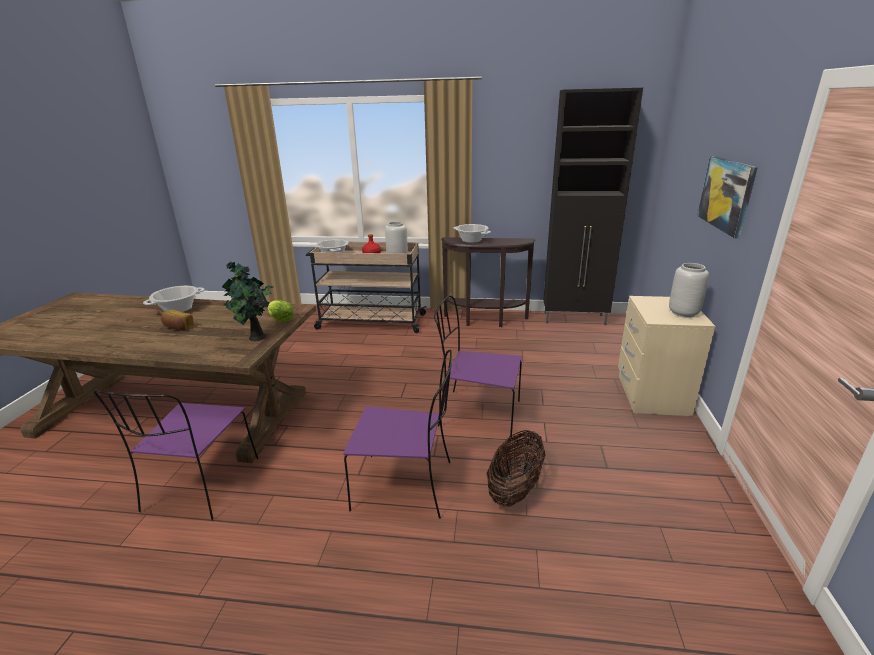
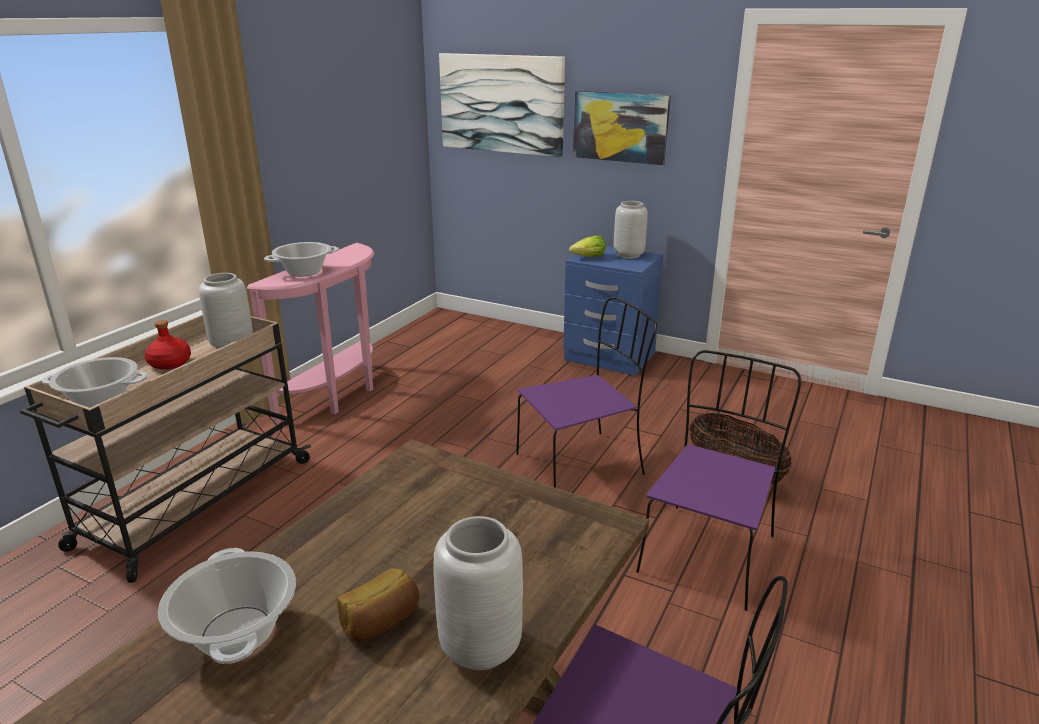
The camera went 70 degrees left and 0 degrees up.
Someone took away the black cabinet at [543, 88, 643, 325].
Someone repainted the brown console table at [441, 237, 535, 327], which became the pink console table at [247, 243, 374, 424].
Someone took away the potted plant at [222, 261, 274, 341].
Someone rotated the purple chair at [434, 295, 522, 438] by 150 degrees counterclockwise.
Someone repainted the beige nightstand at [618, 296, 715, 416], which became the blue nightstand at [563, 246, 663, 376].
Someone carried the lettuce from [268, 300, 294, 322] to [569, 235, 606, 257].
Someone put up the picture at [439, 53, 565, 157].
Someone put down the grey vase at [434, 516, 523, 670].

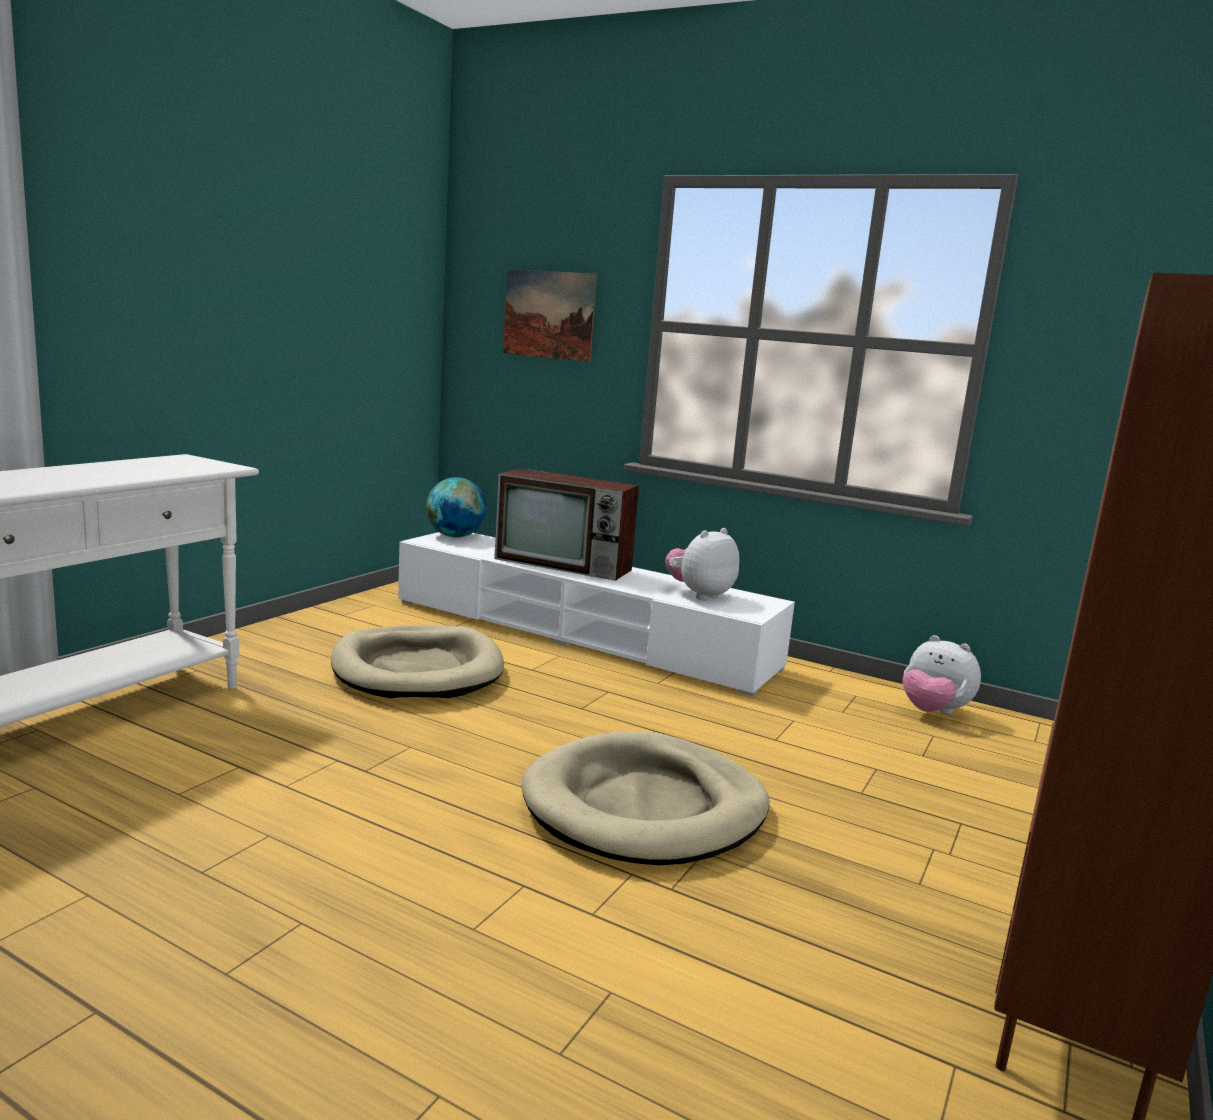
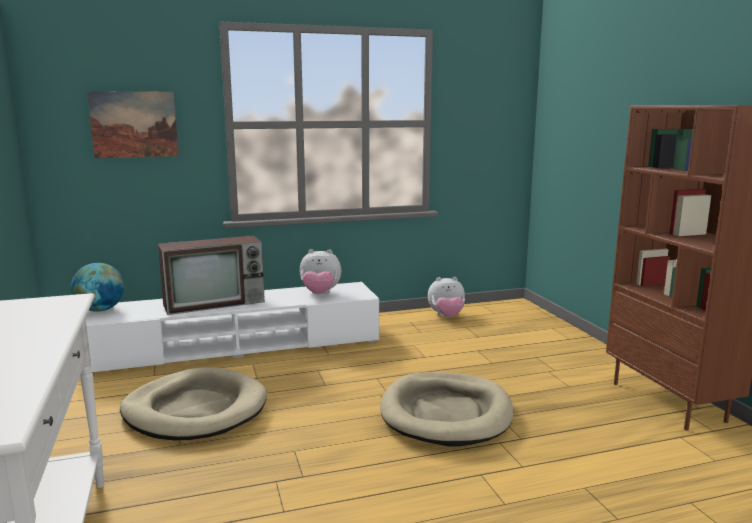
The camera went 45 degrees left and 0 degrees up.
Someone rotated the plush toy at [665, 528, 740, 600] by 90 degrees counterclockwise.

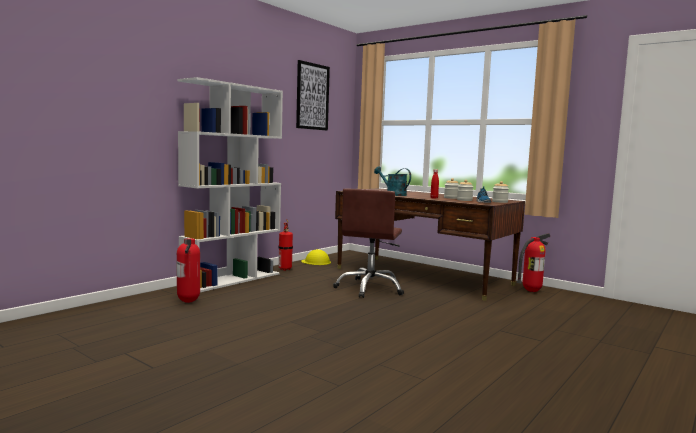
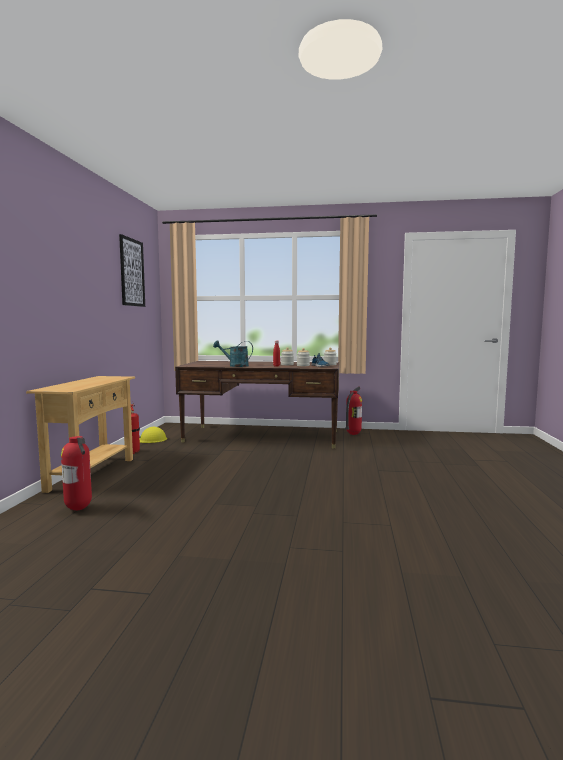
The camera went 30 degrees left and 0 degrees up.
Someone swapped the white bookcase at [178, 77, 283, 292] for the beige console table at [26, 376, 135, 493].
Someone took away the brown office chair at [333, 189, 404, 298].

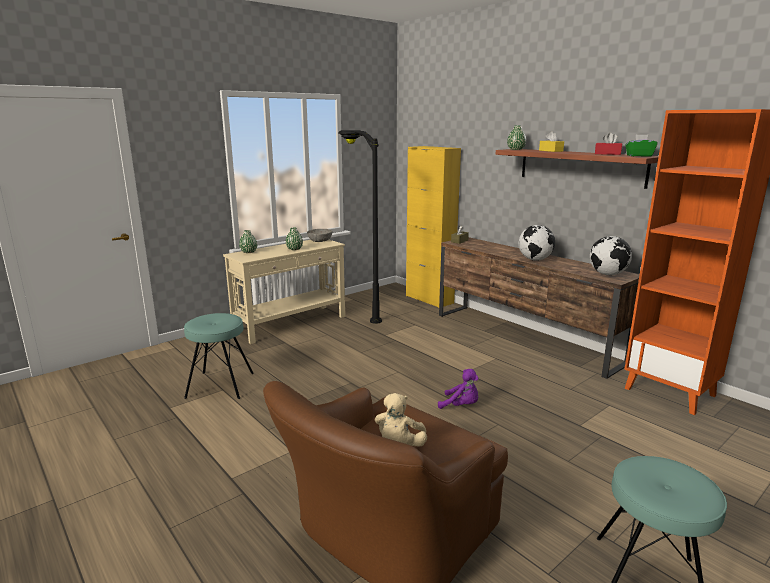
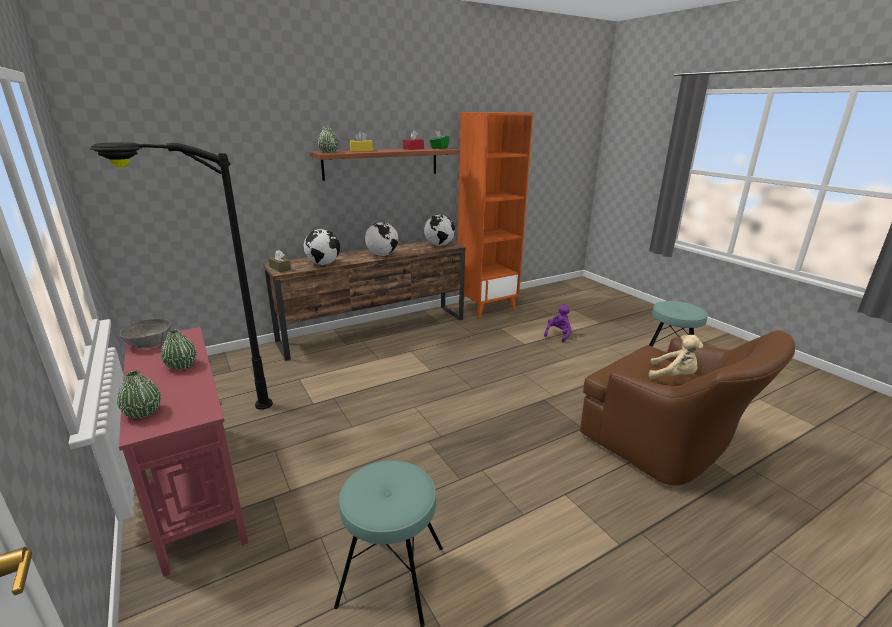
The camera went 80 degrees left and 5 degrees up.
Someone took away the yellow cabinet at [406, 146, 461, 308].
Someone repainted the beige console table at [223, 239, 345, 344], which became the red console table at [119, 327, 248, 577].
Someone carried the purple plush toy from [438, 369, 479, 409] to [544, 304, 571, 342].
Someone put down the globe at [304, 229, 340, 265].

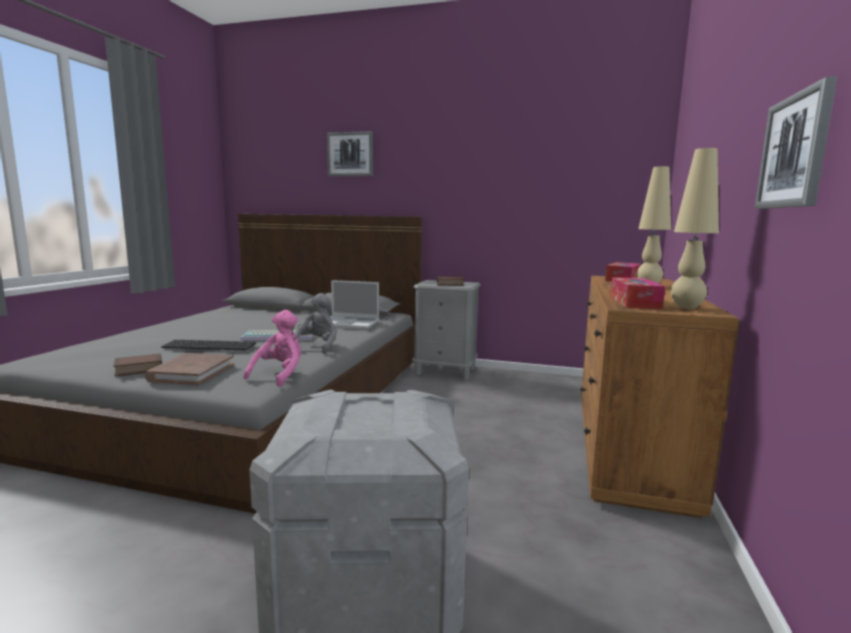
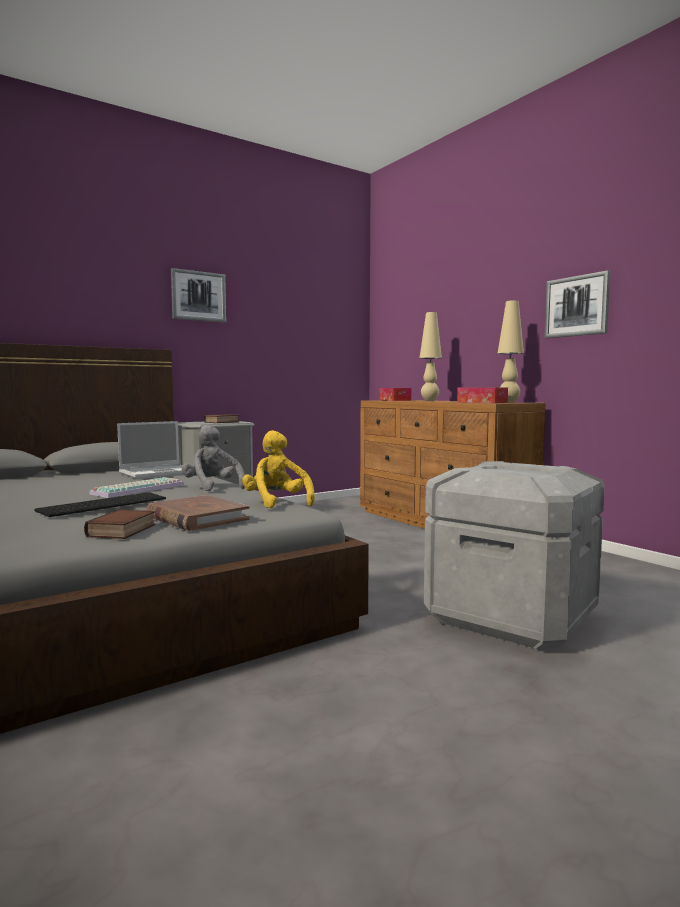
The camera went 50 degrees left and 5 degrees down.
Someone carried the picture from [327, 131, 373, 176] to [171, 268, 226, 322].
Someone repainted the pink plush toy at [243, 310, 301, 387], which became the yellow plush toy at [242, 430, 315, 509].

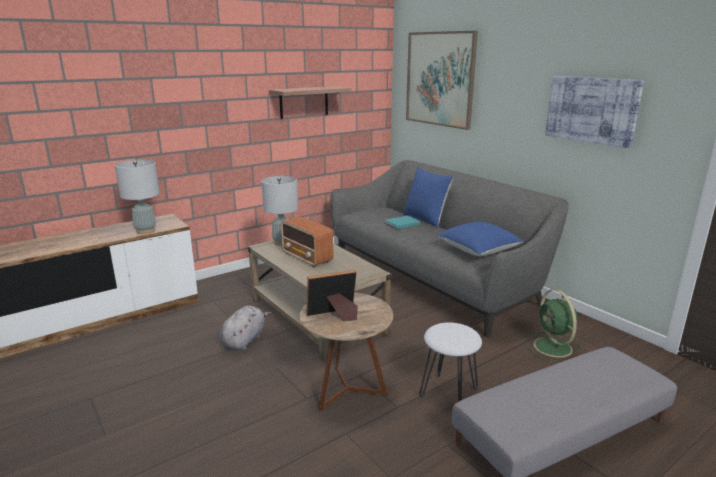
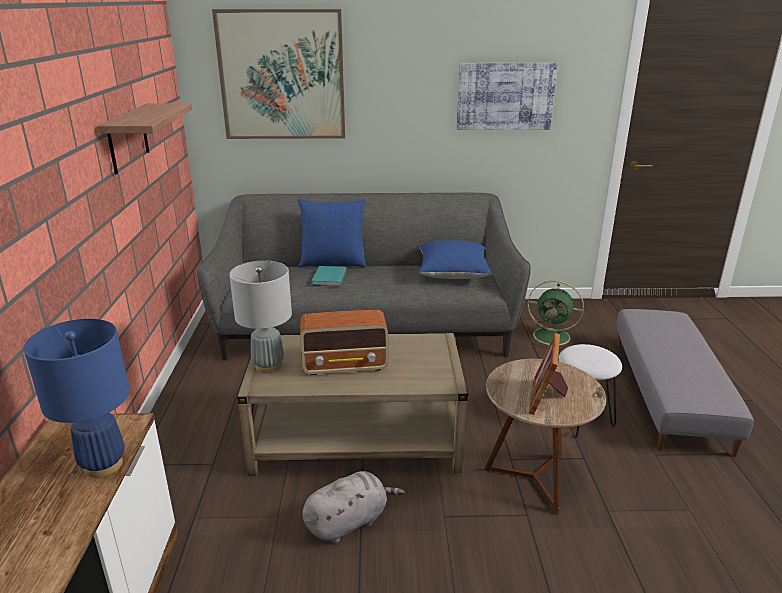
The camera went 55 degrees left and 5 degrees up.
Someone repainted the grey table lamp at [115, 160, 160, 234], which became the blue table lamp at [23, 319, 130, 478].
Someone rotated the grey plush toy at [220, 306, 271, 350] by 90 degrees clockwise.

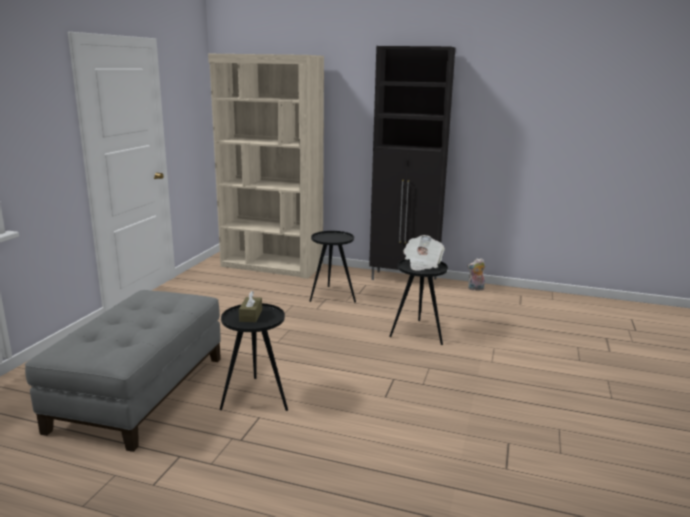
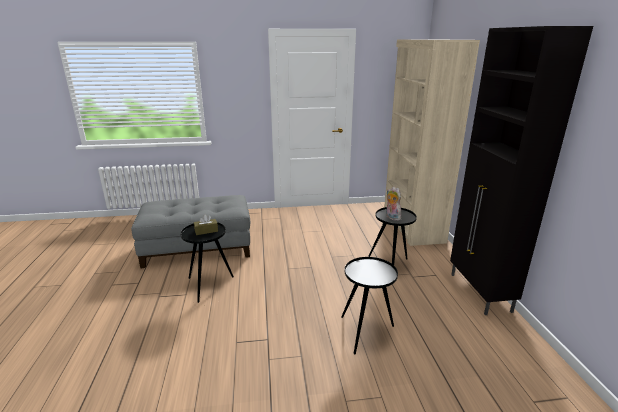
The camera went 65 degrees right and 5 degrees up.
Someone took away the newspaper at [403, 235, 445, 271].
Someone carried the plush toy from [467, 258, 485, 290] to [386, 186, 401, 221].

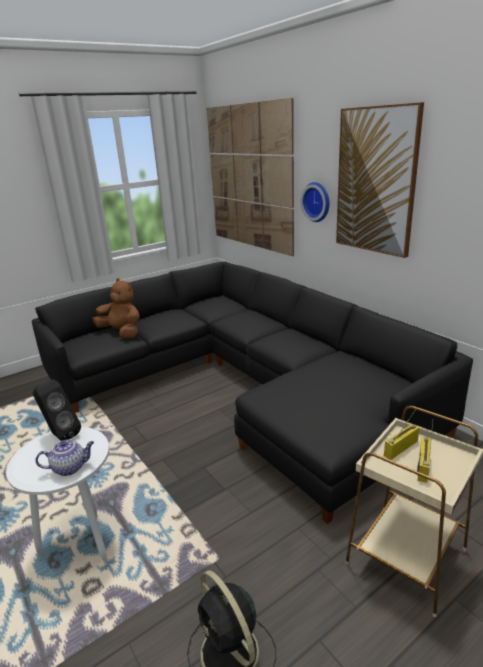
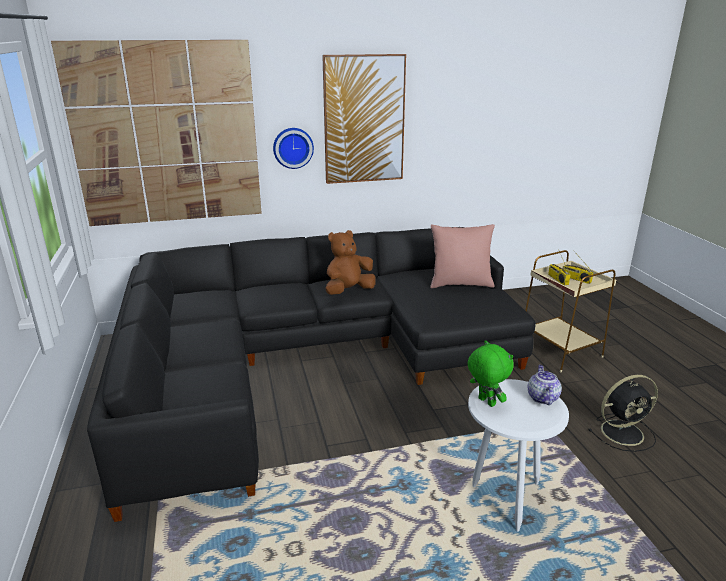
The camera went 70 degrees left and 0 degrees up.
Someone carried the brown plush toy from [92, 278, 140, 338] to [326, 230, 376, 295].
Someone swapped the black speaker at [33, 379, 81, 441] for the green plush toy at [468, 340, 514, 407].
Someone put down the pink pillow at [430, 224, 495, 288].

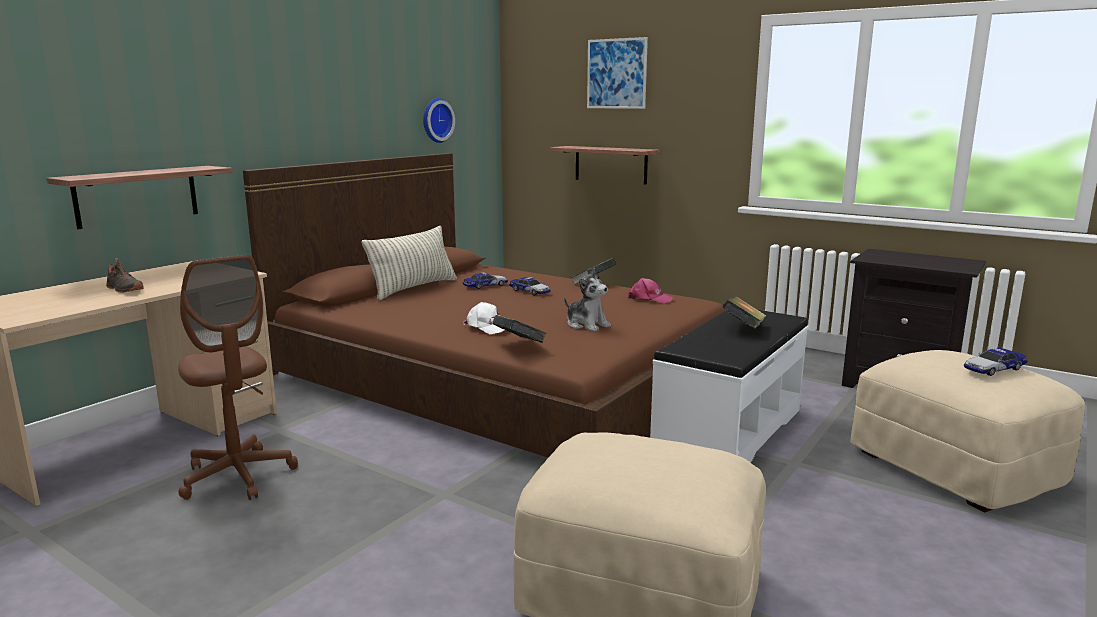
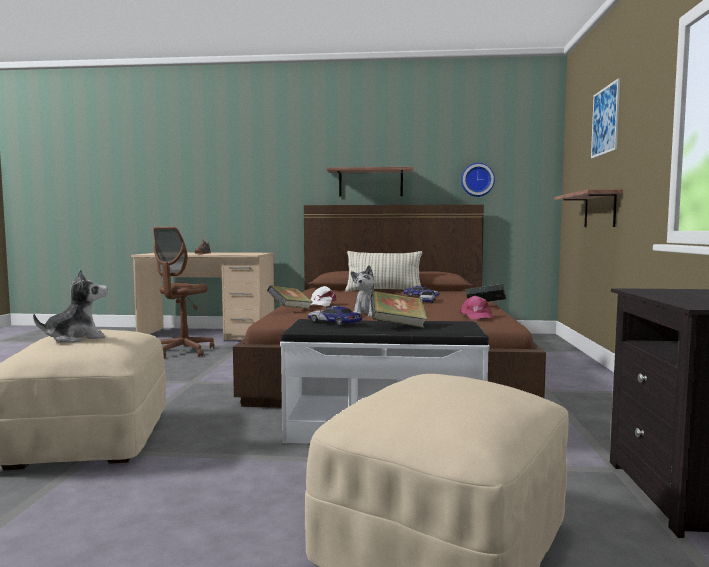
The camera went 60 degrees right and 10 degrees down.
Someone carried the shelf from [46, 166, 233, 229] to [326, 167, 414, 197].
Someone carried the toy car from [964, 348, 1028, 376] to [307, 305, 362, 325].
Someone put down the plush toy at [33, 269, 108, 343].

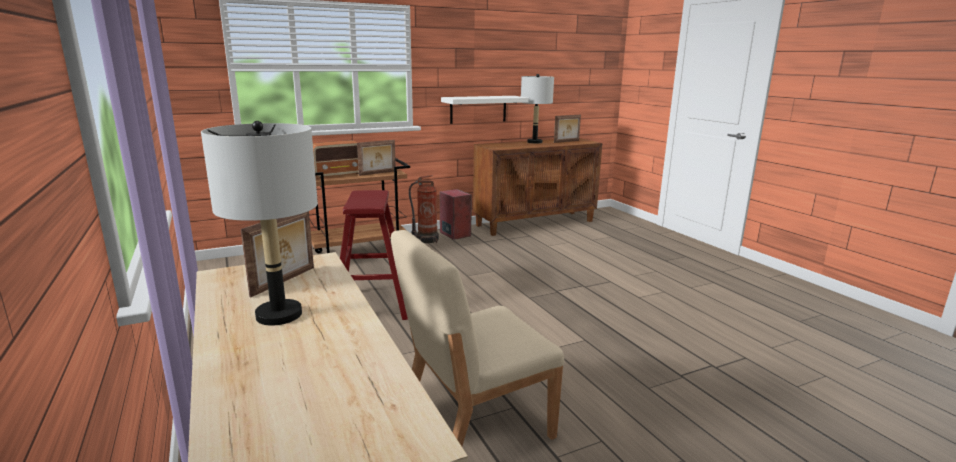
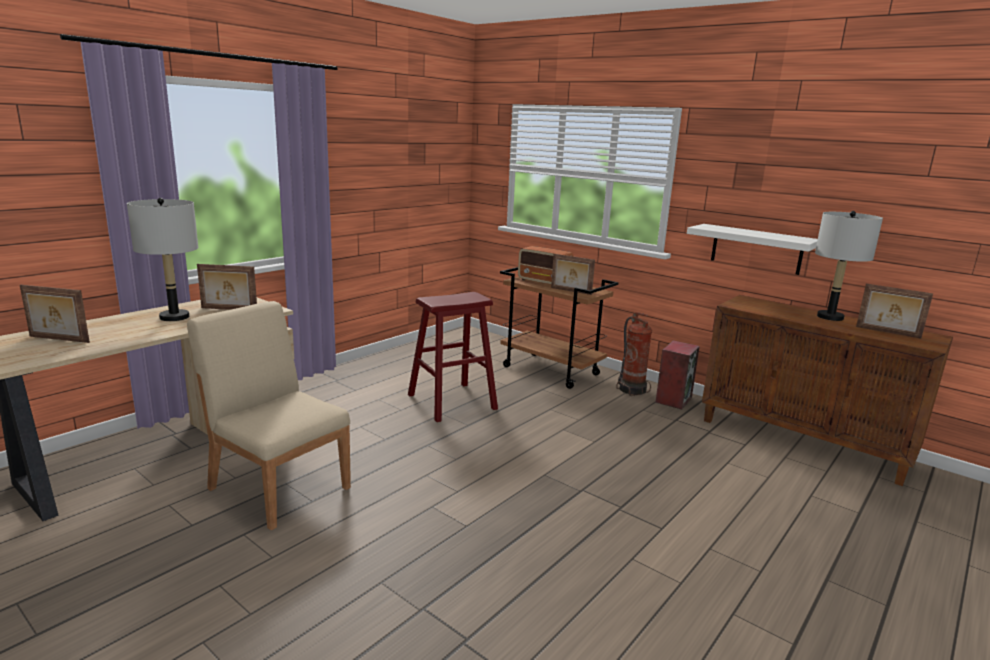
The camera went 65 degrees right and 0 degrees up.
Someone put down the picture frame at [20, 285, 90, 343].

